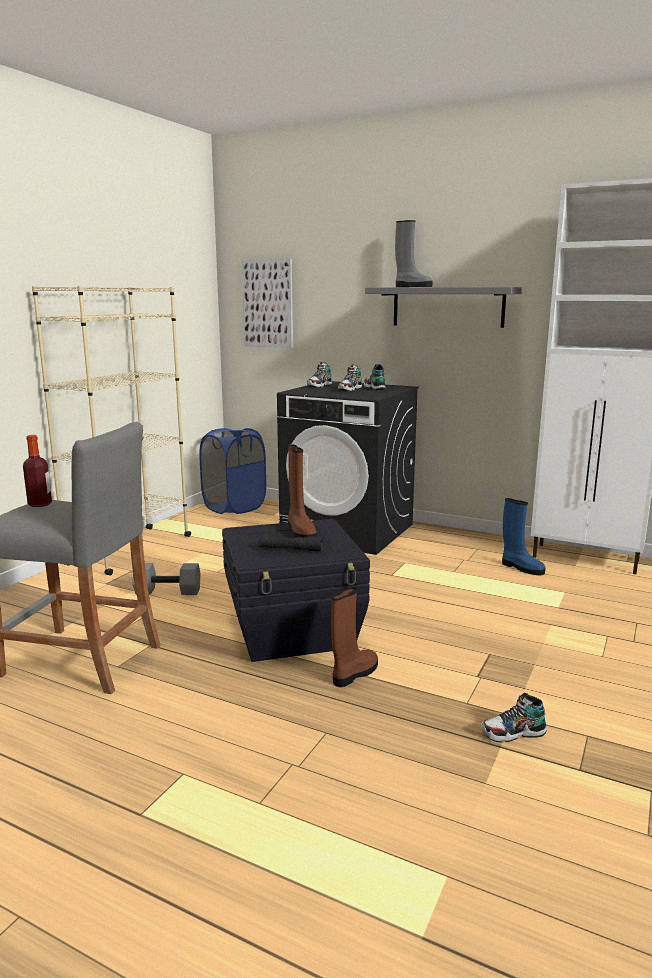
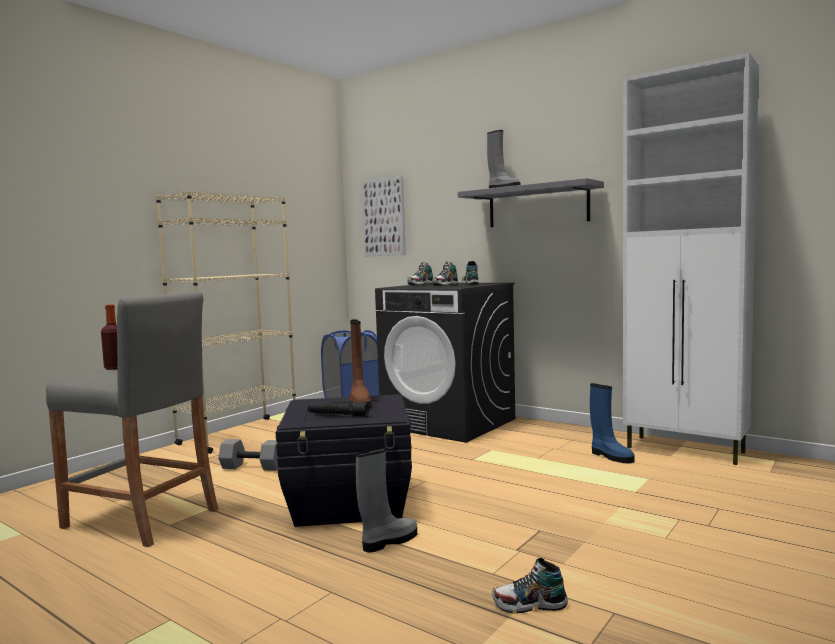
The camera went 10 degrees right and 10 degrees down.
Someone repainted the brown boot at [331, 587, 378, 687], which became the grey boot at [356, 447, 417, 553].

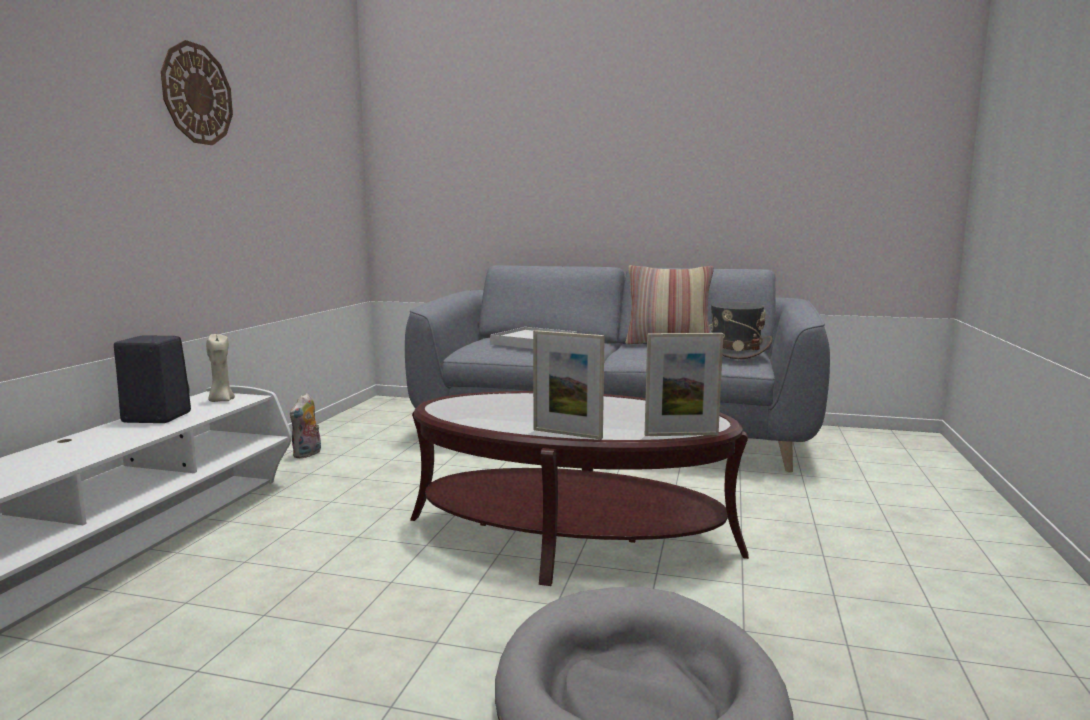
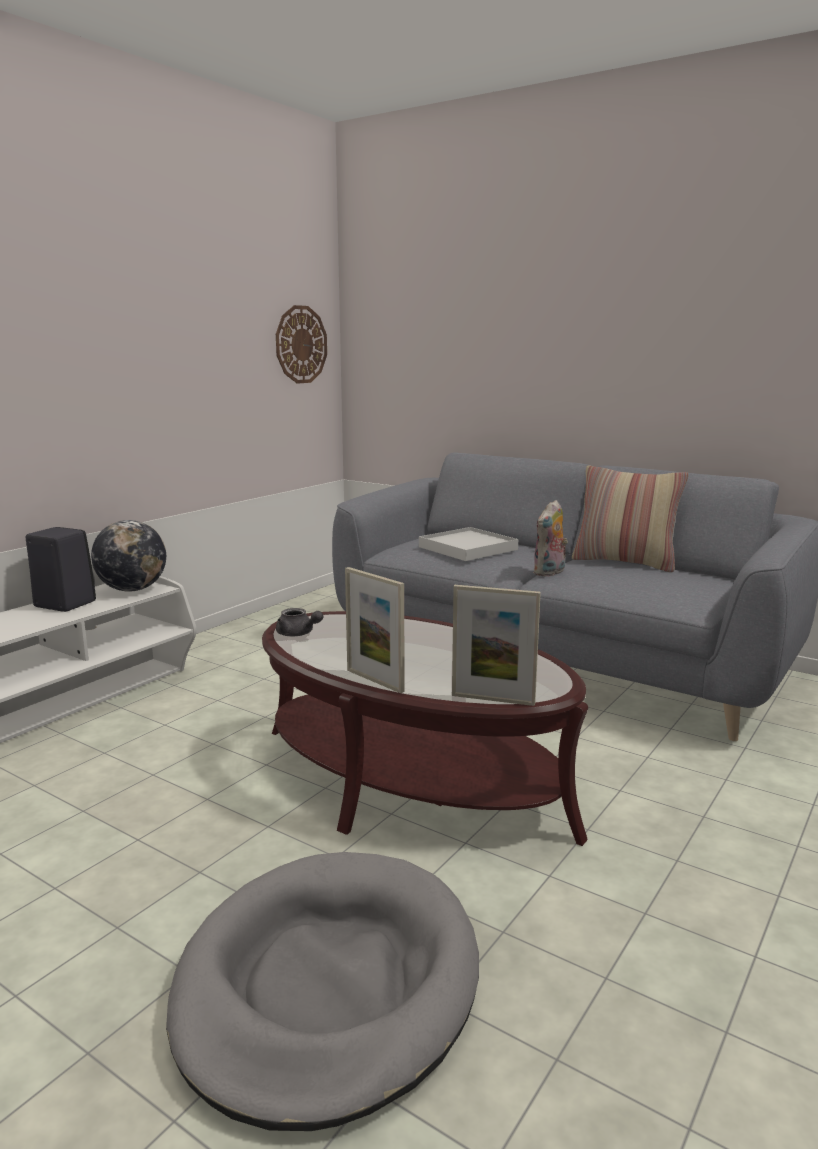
The camera went 20 degrees right and 5 degrees up.
Someone carried the wall clock from [161, 40, 233, 145] to [276, 305, 327, 384].
Someone took away the grey hat at [708, 302, 773, 359].
Someone swapped the beige candle at [206, 334, 235, 402] for the globe at [91, 520, 166, 592].
Someone carried the plush toy from [290, 393, 321, 459] to [533, 500, 568, 577].
Someone put down the grey teapot at [276, 608, 323, 636].

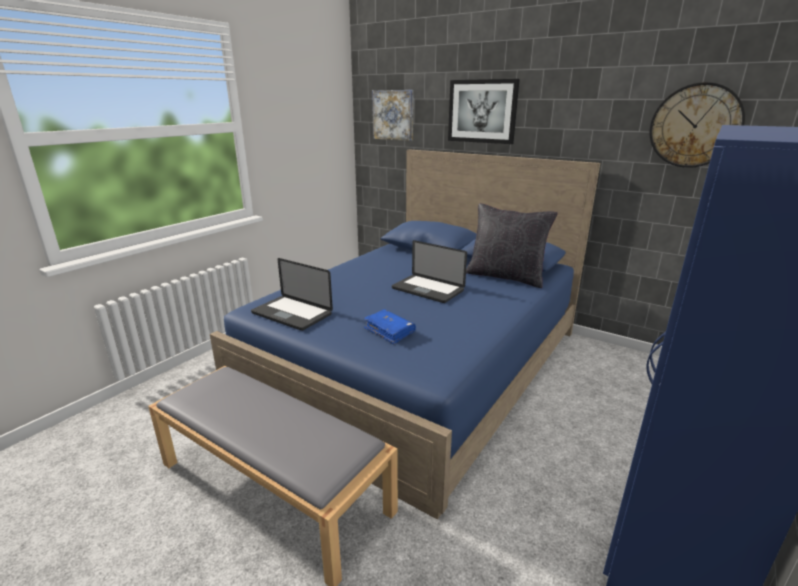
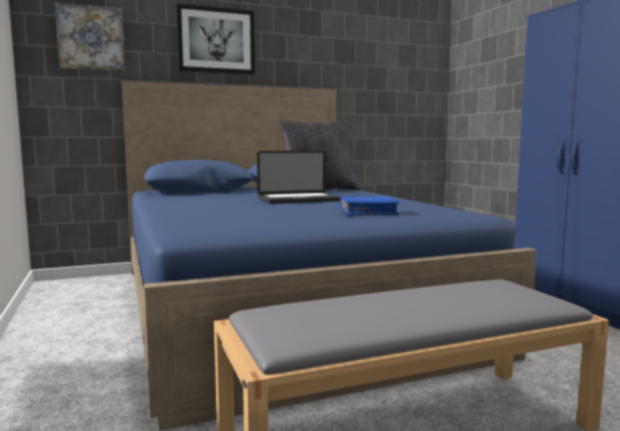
The camera went 55 degrees left and 15 degrees down.
Someone took away the wall clock at [649, 82, 745, 168].
Someone took away the laptop at [251, 258, 333, 331].

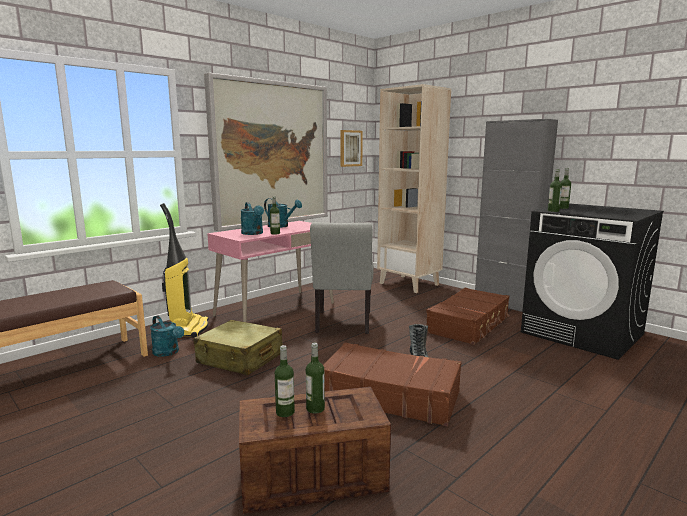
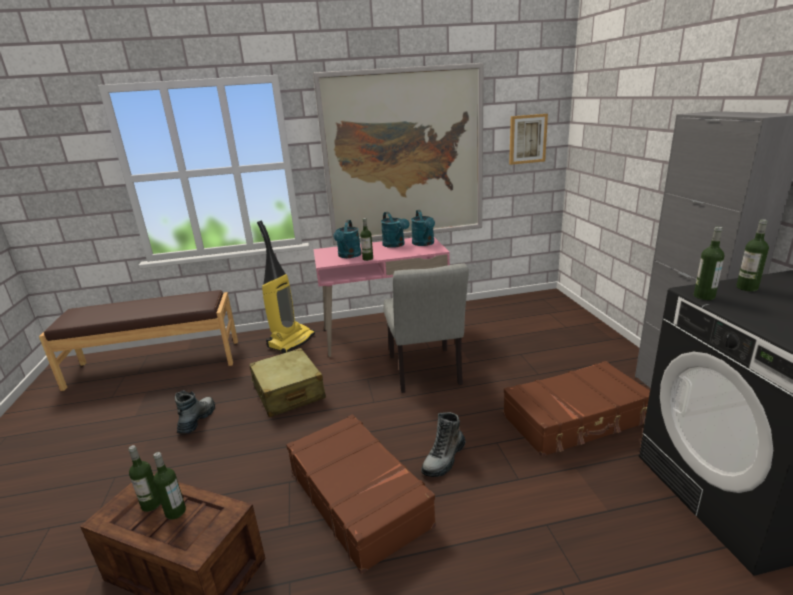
The camera went 35 degrees right and 10 degrees up.
Someone took away the beige bookcase at [377, 84, 451, 293].
Someone rotated the grey chair at [310, 222, 374, 334] by 45 degrees counterclockwise.
Someone carried the turquoise watering can from [150, 316, 184, 357] to [411, 210, 435, 246].
Someone put down the boot at [175, 390, 215, 434].

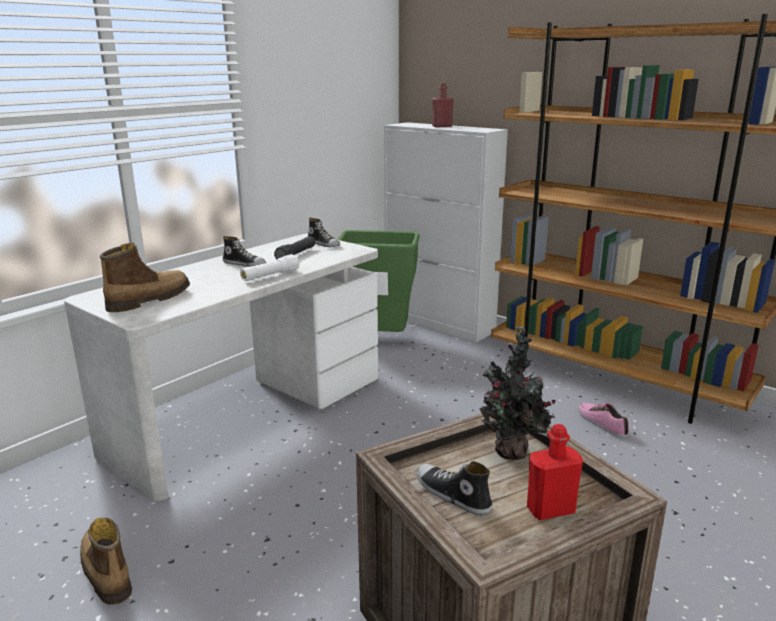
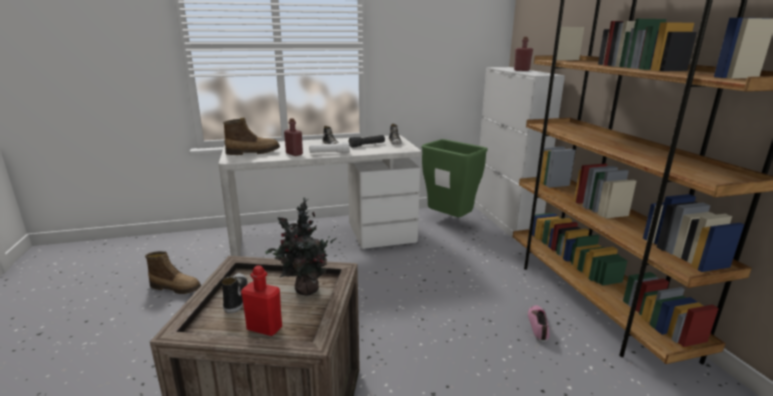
The camera went 35 degrees right and 0 degrees up.
Someone rotated the boot at [80, 518, 132, 605] by 105 degrees clockwise.
Someone put down the red bottle at [284, 118, 303, 156].

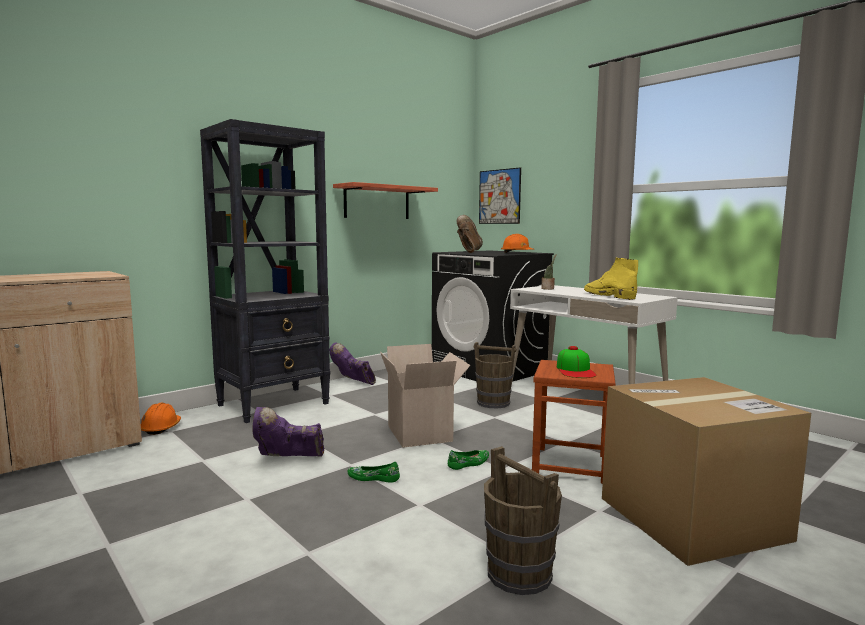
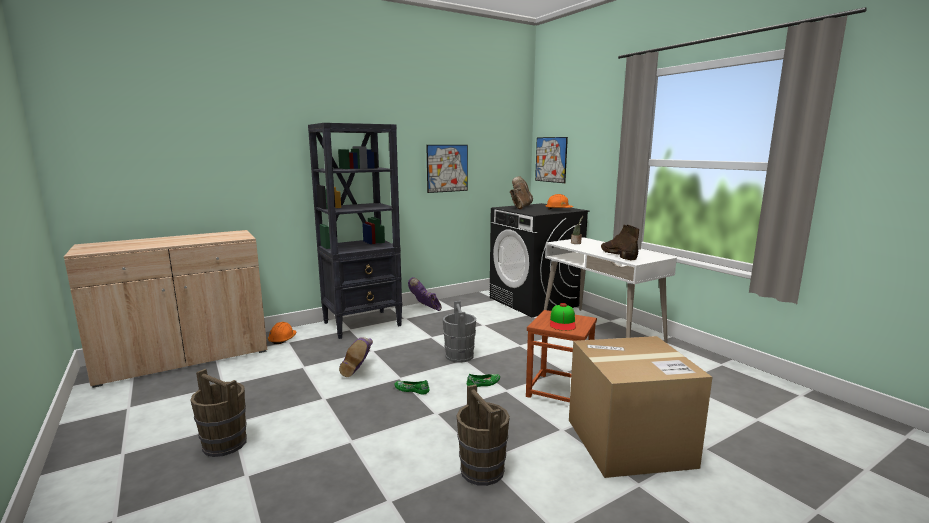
The camera went 10 degrees right and 5 degrees up.
Someone swapped the shelf at [333, 182, 438, 219] for the picture at [426, 145, 468, 193].
Someone repainted the yellow boot at [584, 257, 638, 300], which became the brown boot at [601, 225, 639, 261].
Someone carried the brown bucket from [474, 342, 516, 408] to [190, 369, 247, 457].
Someone swapped the cardboard box at [380, 344, 471, 448] for the grey bucket at [443, 301, 476, 363].
Someone rotated the purple boot at [252, 407, 324, 457] by 90 degrees counterclockwise.

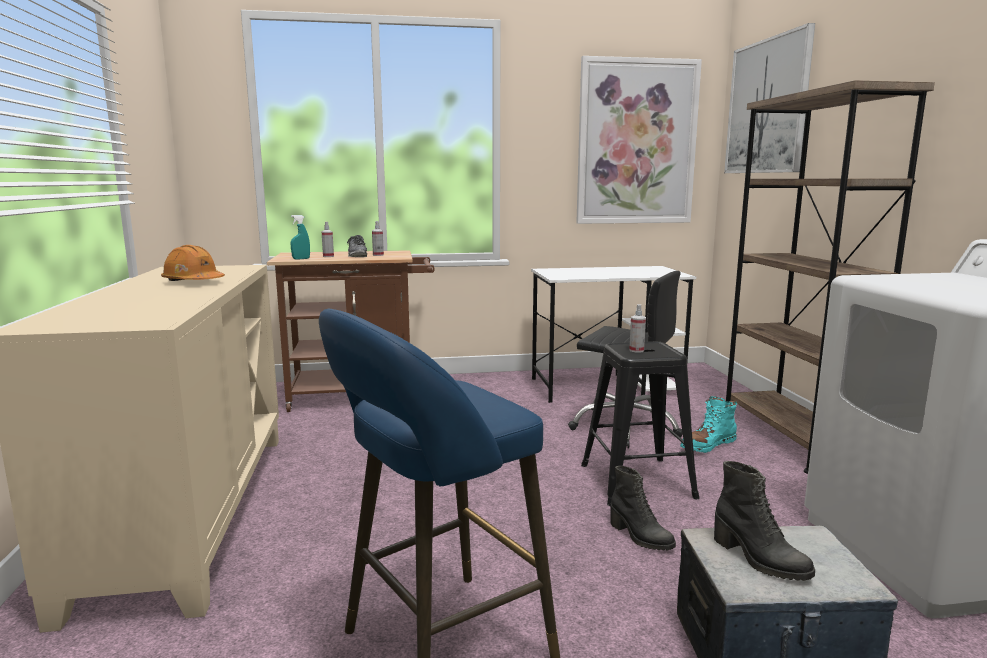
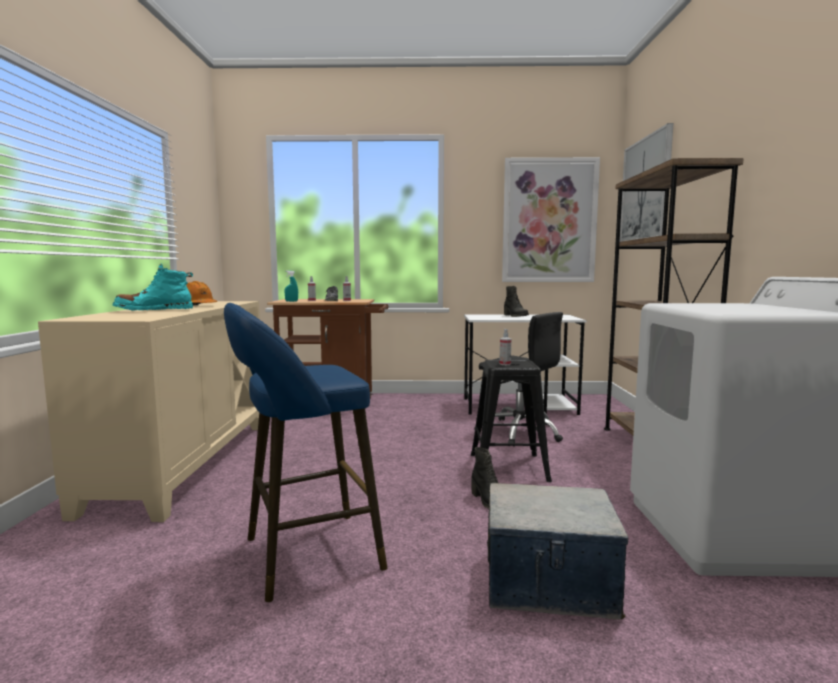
The camera went 10 degrees right and 5 degrees down.
Someone carried the turquoise boot from [680, 396, 737, 453] to [113, 263, 193, 311].
Someone carried the black boot from [714, 461, 815, 581] to [504, 286, 529, 317].

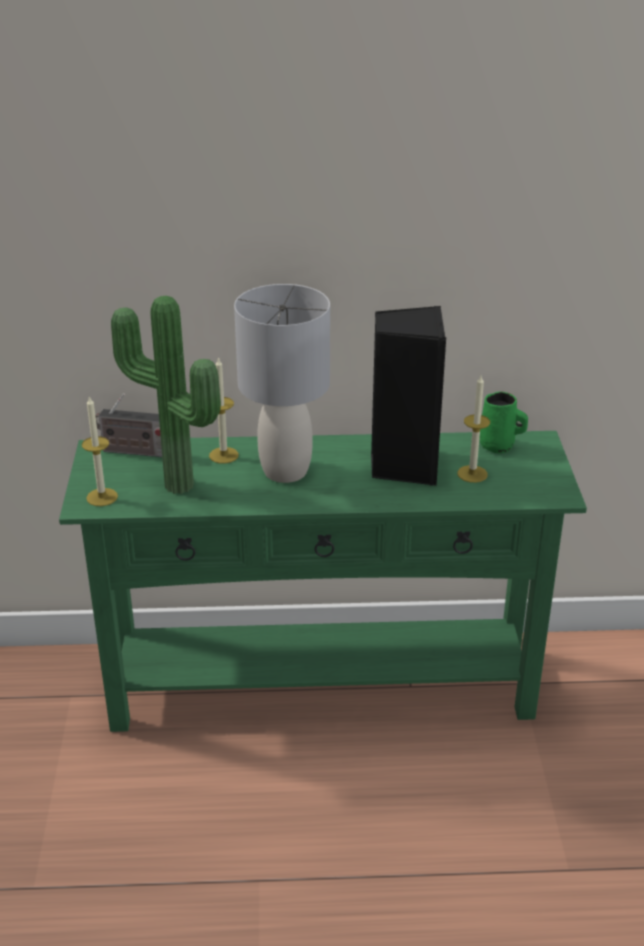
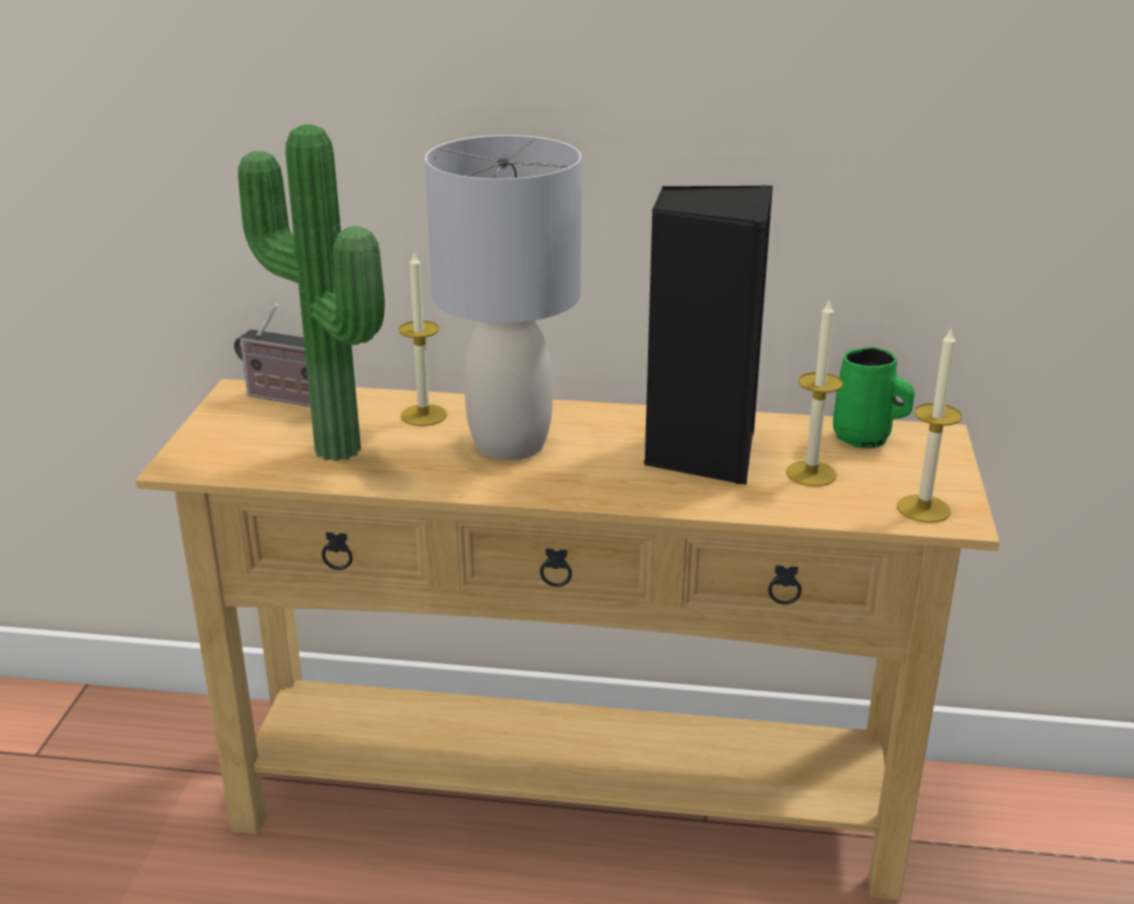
The camera went 10 degrees right and 5 degrees down.
Someone carried the candle from [82, 396, 118, 506] to [897, 327, 962, 523].
Someone repainted the green console table at [59, 431, 587, 732], which became the beige console table at [136, 379, 999, 901].

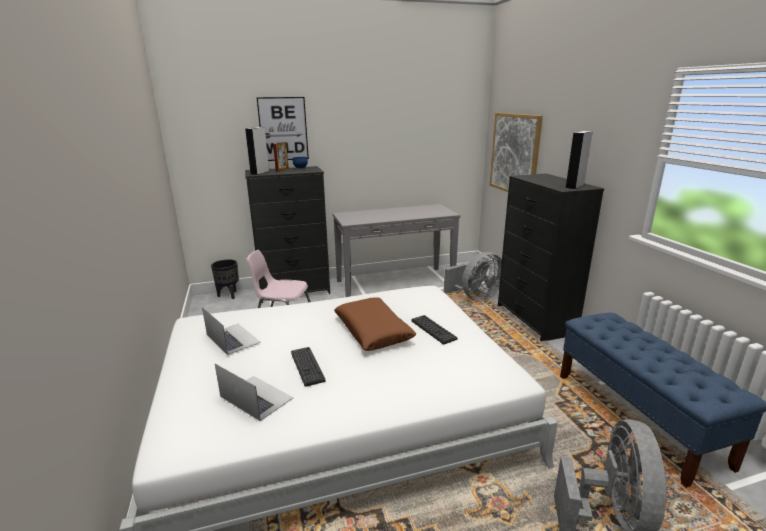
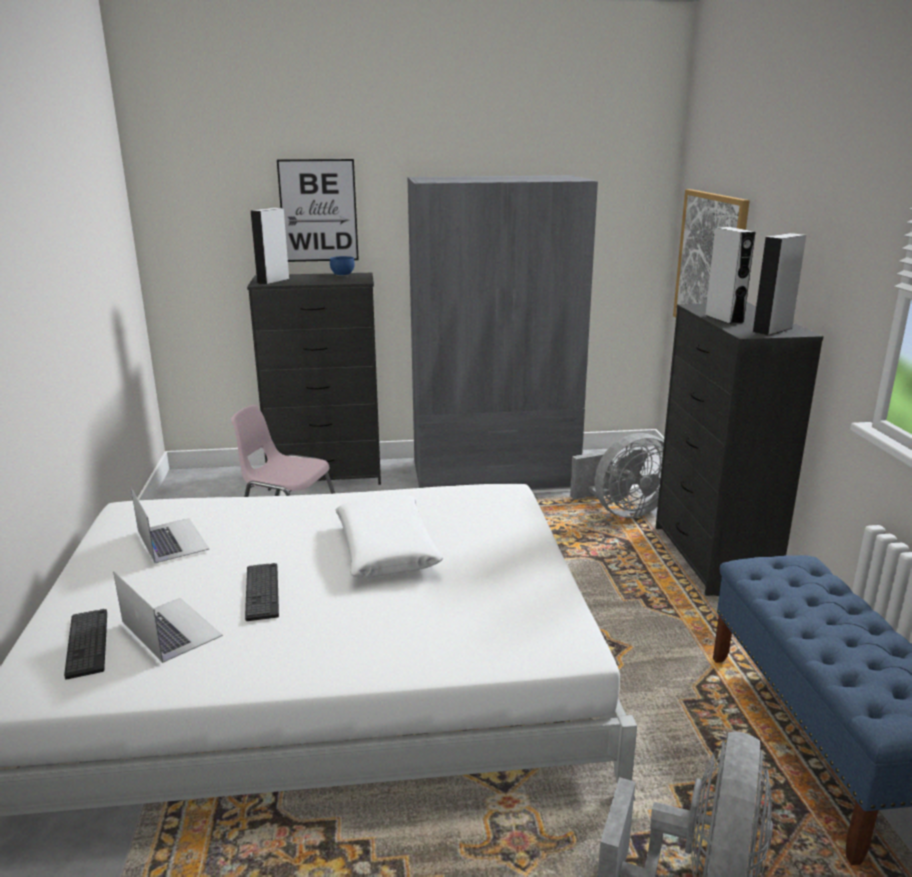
The camera went 10 degrees right and 0 degrees up.
Someone took away the picture frame at [273, 142, 289, 172].
Someone swapped the grey console table at [332, 204, 460, 297] for the grey wardrobe at [408, 175, 598, 489].
Someone took away the black planter at [211, 259, 239, 299].
Someone repainted the brown pillow at [334, 297, 417, 351], which became the white pillow at [336, 495, 443, 578].
Someone carried the keyboard from [411, 315, 457, 344] to [64, 609, 107, 679].
Someone put down the grey speaker at [705, 227, 755, 324].

